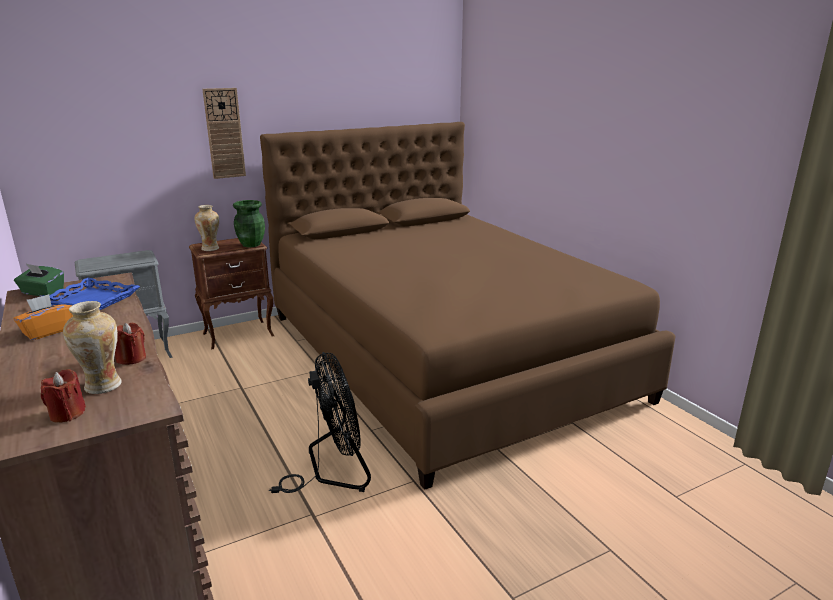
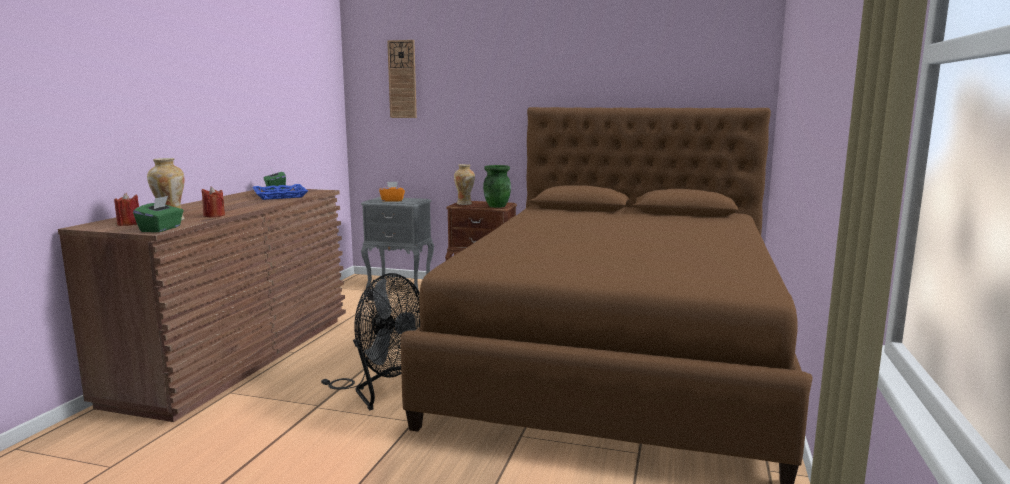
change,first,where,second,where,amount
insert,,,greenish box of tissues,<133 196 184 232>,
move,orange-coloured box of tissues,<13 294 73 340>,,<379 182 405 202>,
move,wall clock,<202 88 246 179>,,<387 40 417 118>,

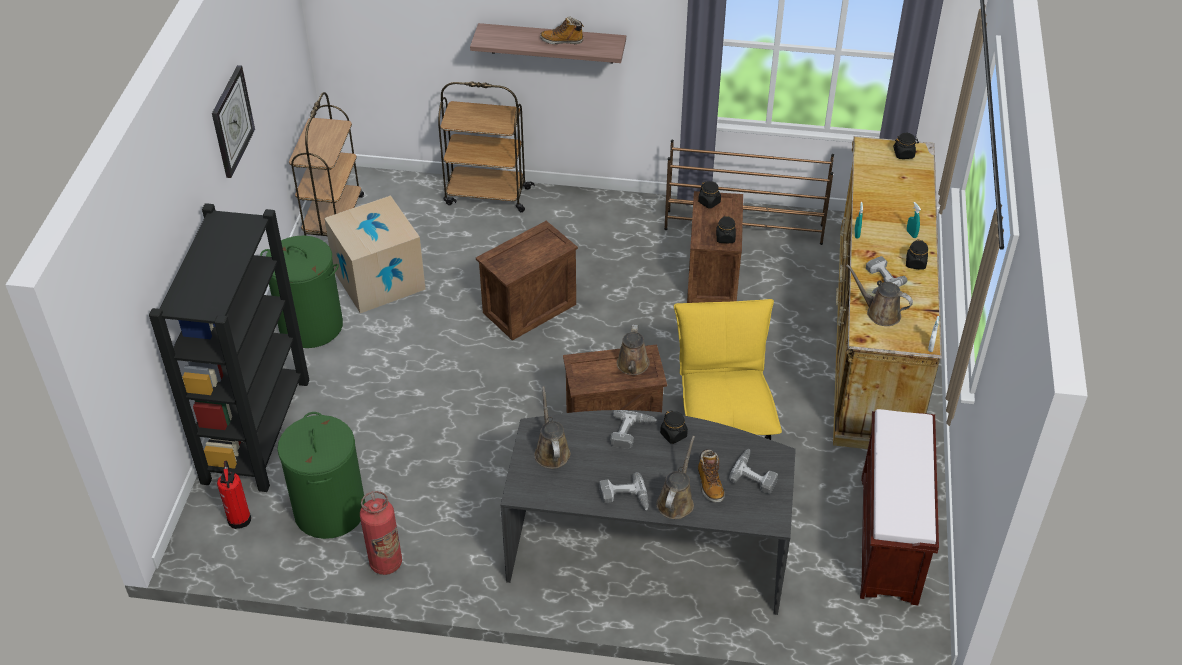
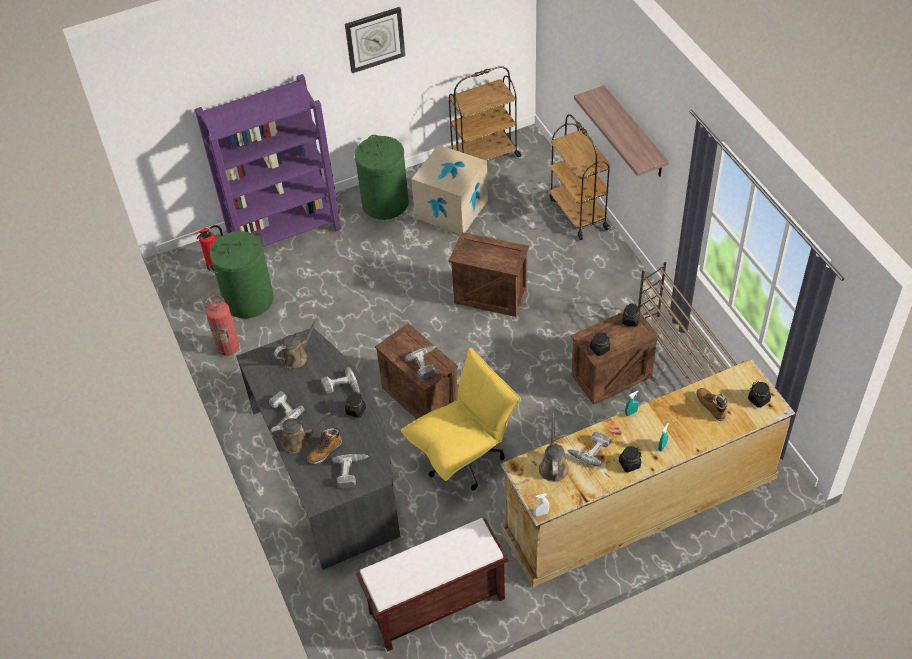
change,first,where,second,where,amount
recolor,black bookshelf,<149 203 309 492>,purplish bookshelf,<195 74 341 247>,
replace,brownish watering can,<617 325 650 375>,power drill,<406 346 436 379>,
move,boot,<540 17 584 44>,,<696 388 727 421>,

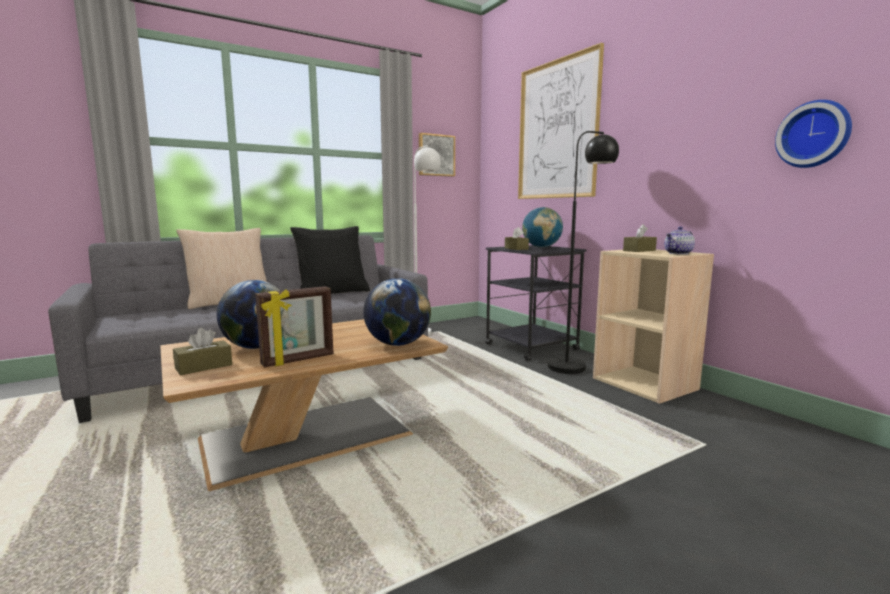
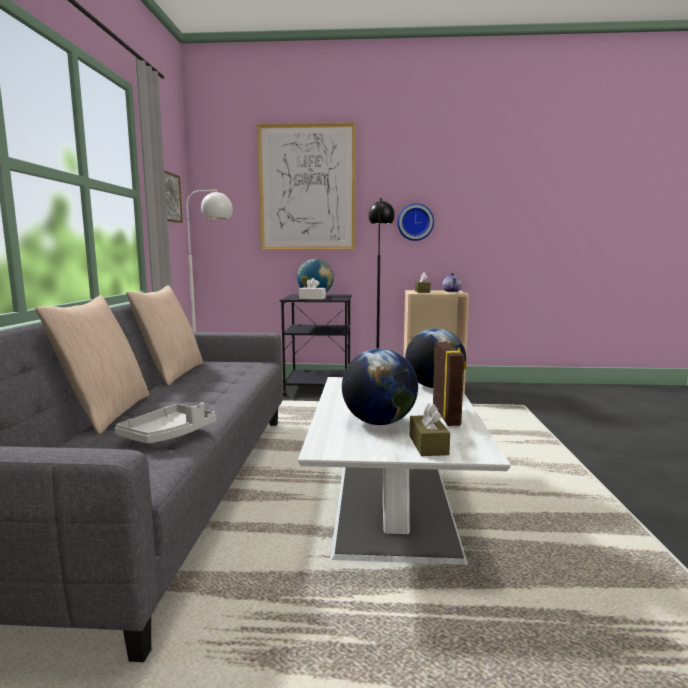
change,first,where,second,where,amount
insert,,,gray serving tray,<115 402 216 444>,
recolor,black cushion,<290 226 370 294>,sand-coloured cushion,<126 285 203 386>,
recolor,brownish lounge table,<160 319 448 491>,whitish lounge table,<298 377 511 565>,
recolor,brownish box of tissues,<505 227 529 250>,whitish box of tissues,<299 278 326 299>,
move,wall clock,<775 100 852 168>,,<397 203 434 241>,

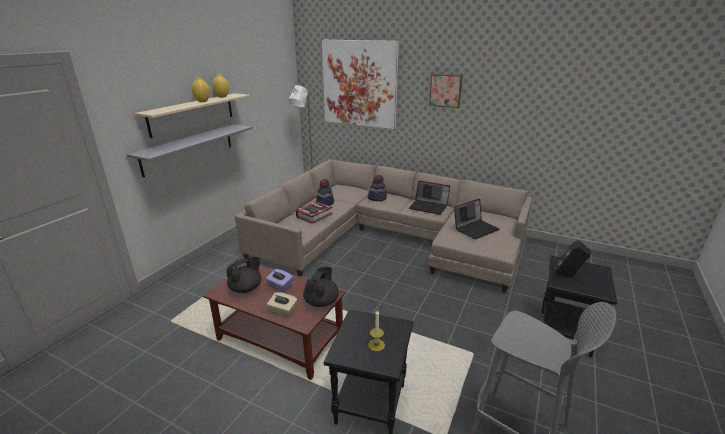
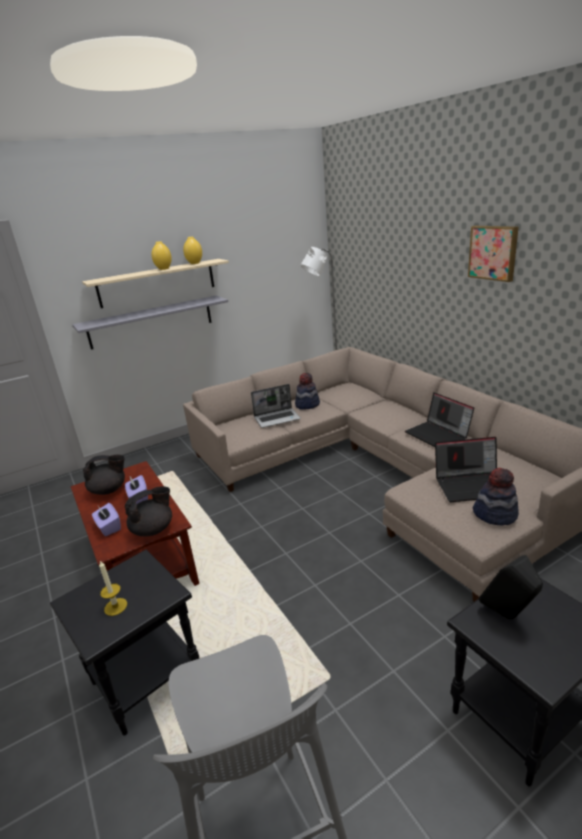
change,first,where,second,where,amount
recolor,sand-coloured box of tissues,<267 292 298 317>,purplish box of tissues,<92 503 121 536>,
replace,volume,<296 201 333 224>,laptop,<251 384 301 428>,
move,clothing hat,<368 175 387 201>,,<473 468 519 525>,
delete,wall art,<322 40 399 129>,,,

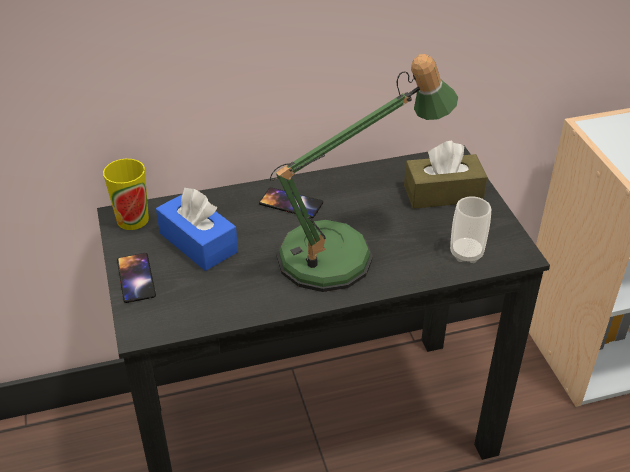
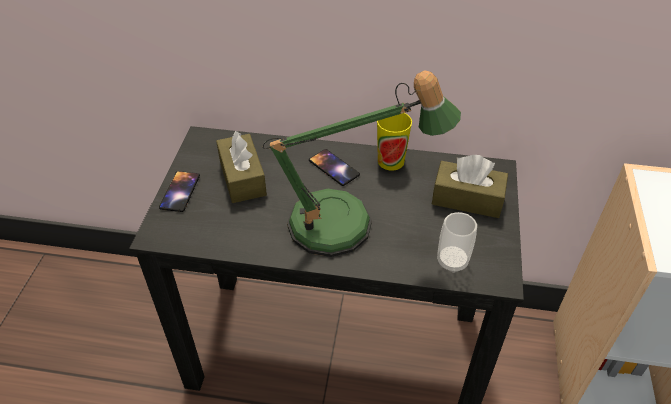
change,first,where,second,where,amount
recolor,bluish box of tissues,<156 188 238 271>,brownish box of tissues,<216 131 267 203>,
move,drinking cup,<103 159 149 230>,,<377 113 412 171>,

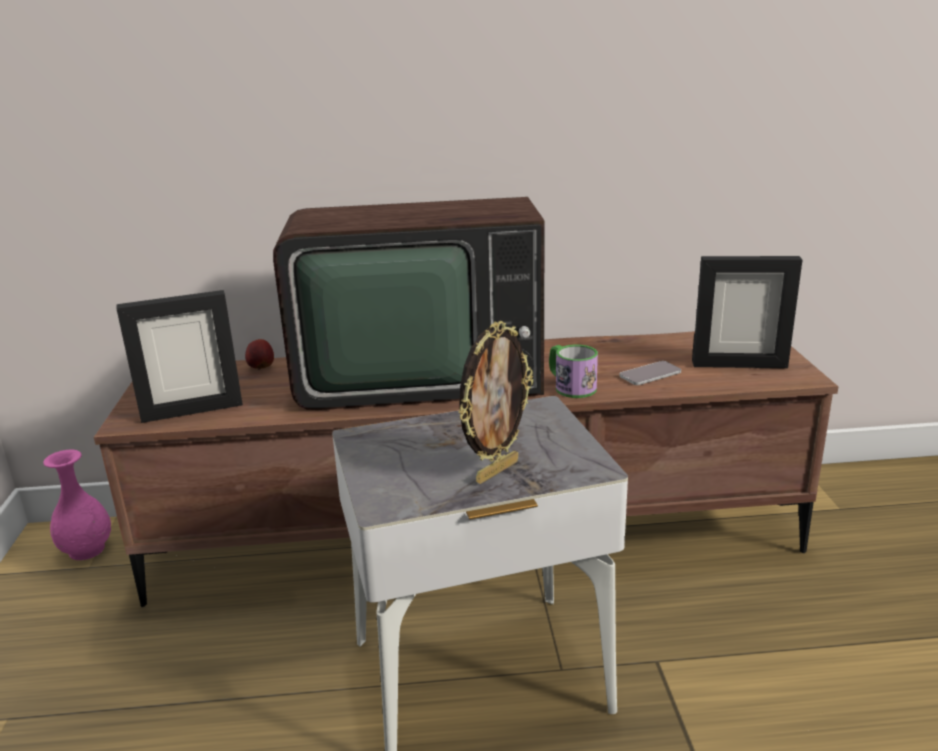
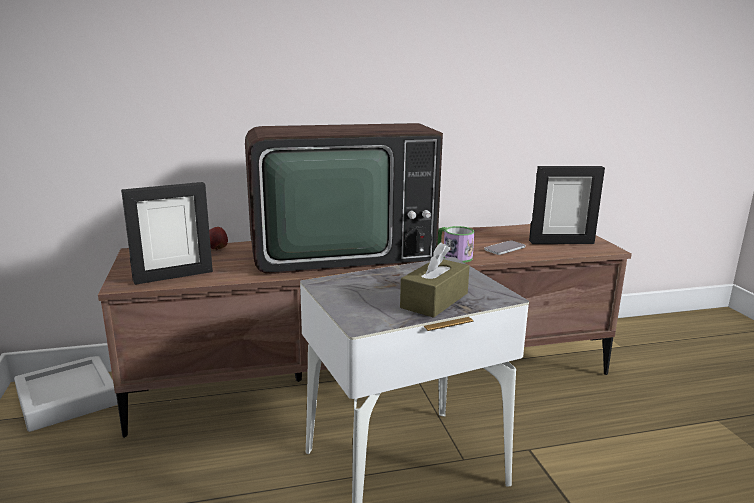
change,first,where,second,where,amount
replace,pinkish vase,<43 450 111 560>,gray serving tray,<14 356 118 432>,
replace,photo frame,<458 321 533 484>,brownish box of tissues,<400 242 470 318>,

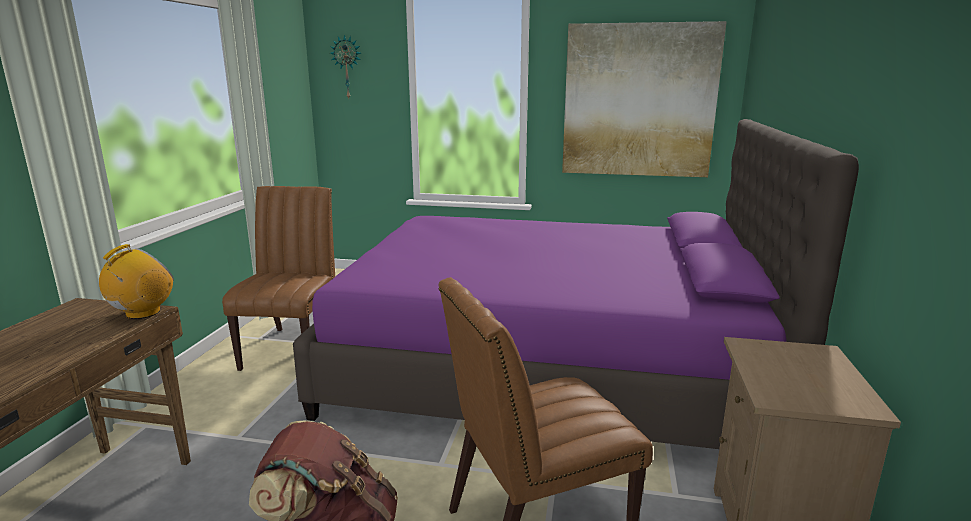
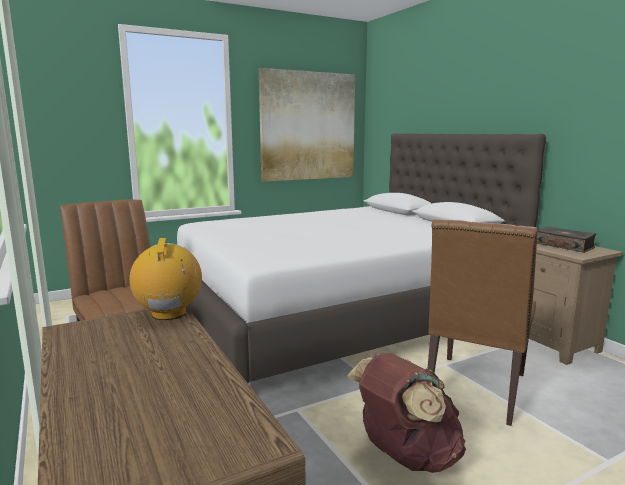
change,first,where,second,where,amount
recolor,purplish sleeping bed,<293 119 859 449>,whitish sleeping bed,<177 133 546 383>,
insert,,,volume,<537 227 596 253>,
delete,wall clock,<330 35 361 99>,,,

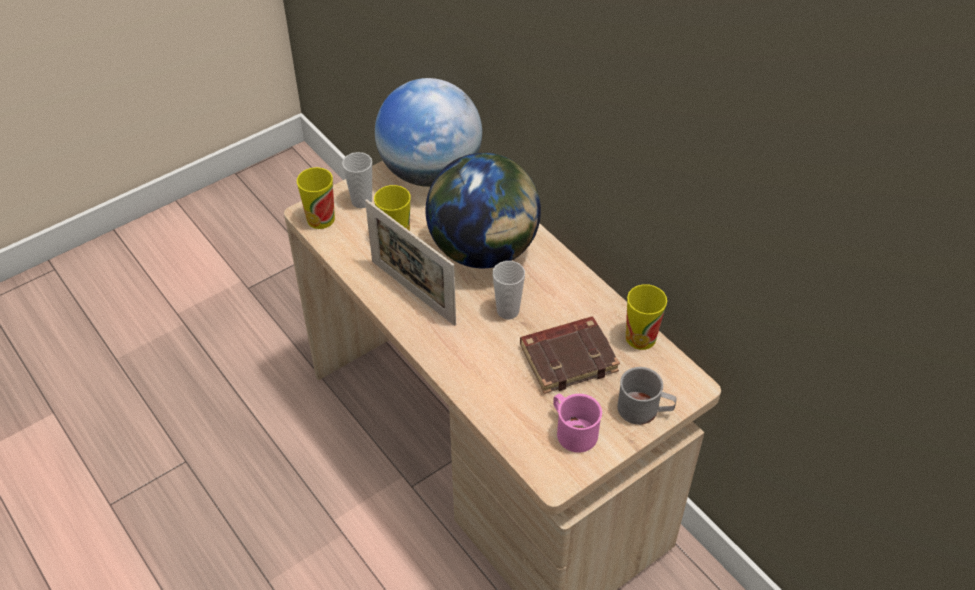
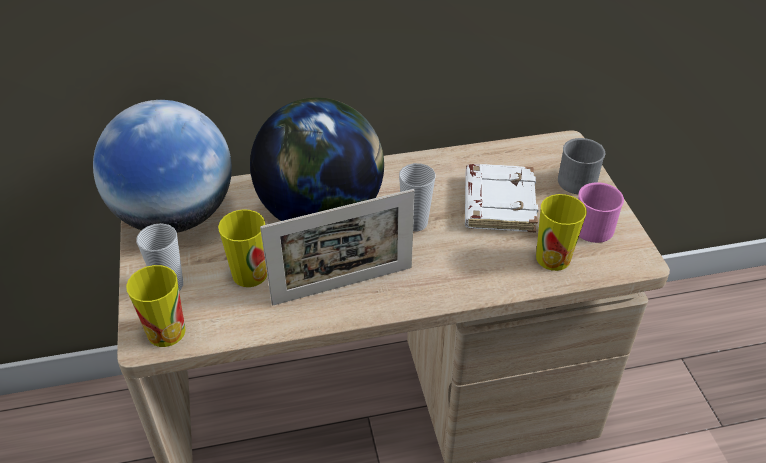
change,first,where,second,where,amount
recolor,brownish volume,<520 316 620 394>,whitish volume,<465 164 539 232>,
move,drinking cup,<626 284 667 350>,,<536 194 587 271>,

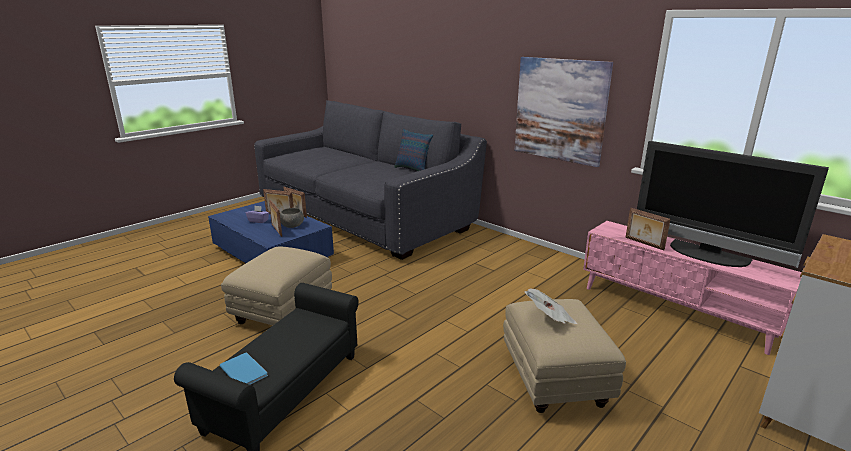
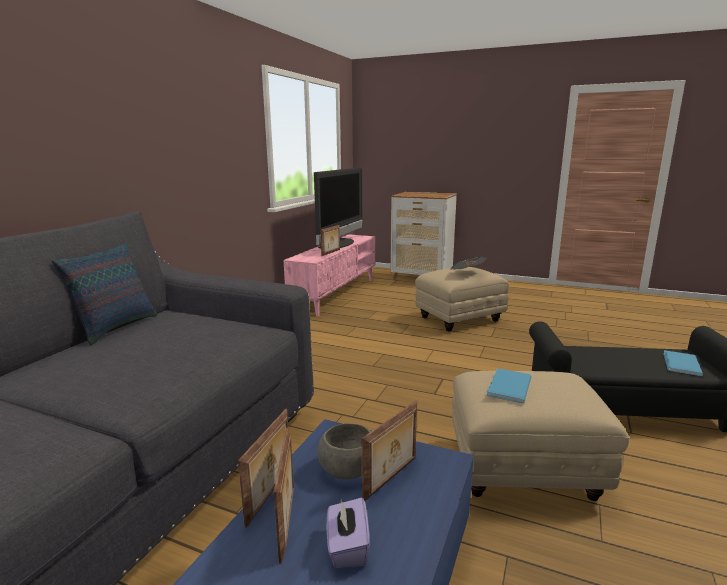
change,first,where,second,where,amount
insert,,,bluish volume,<487 368 532 403>,
delete,wall art,<514 57 613 167>,,,

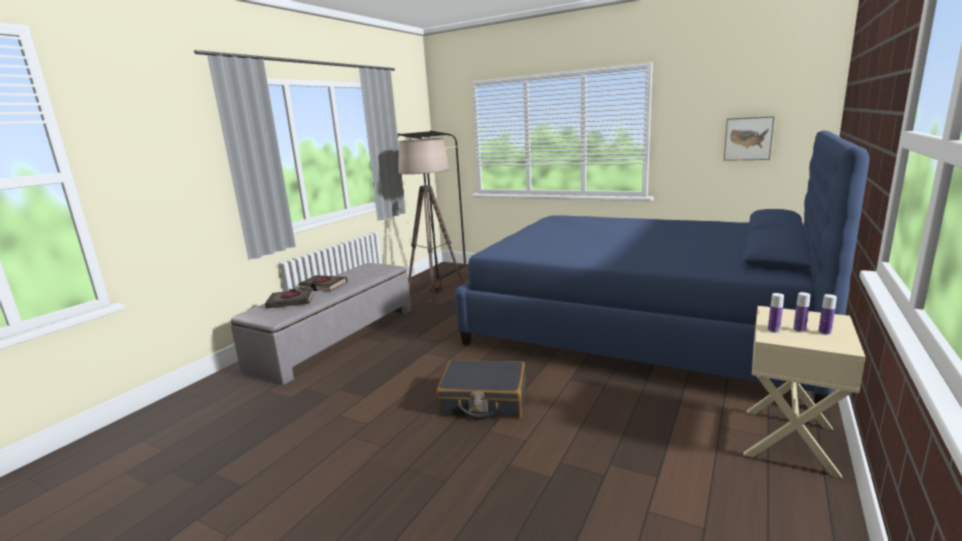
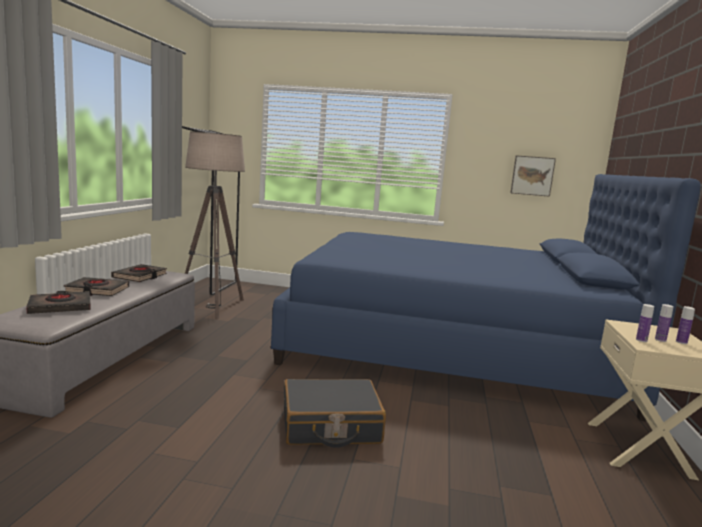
change,first,where,second,where,amount
insert,,,black volume,<111 264 167 282>,

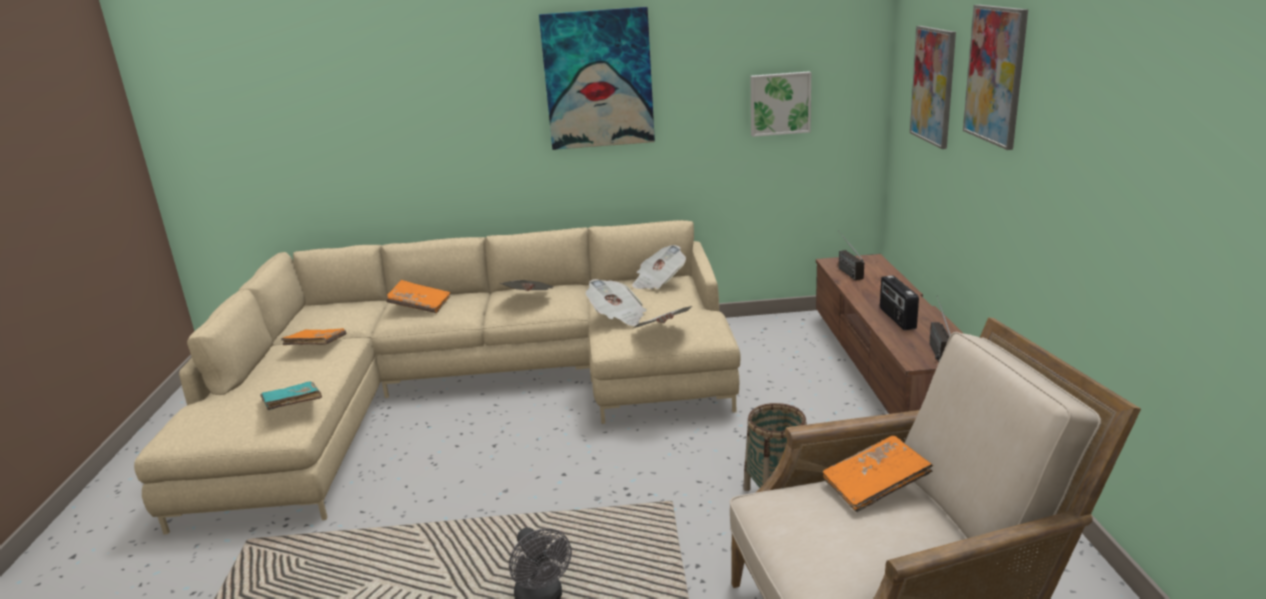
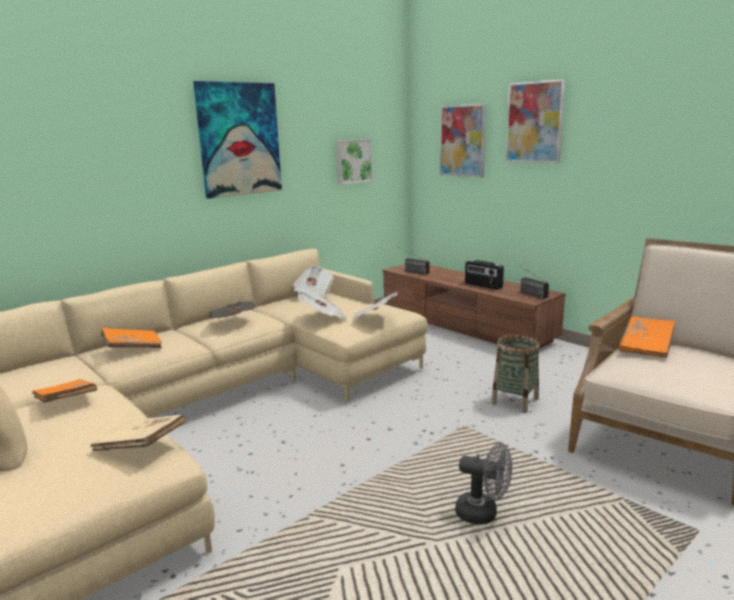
change,first,where,second,where,amount
recolor,turquoise-coloured volume,<260 381 322 410>,sand-coloured volume,<90 415 186 451>,

